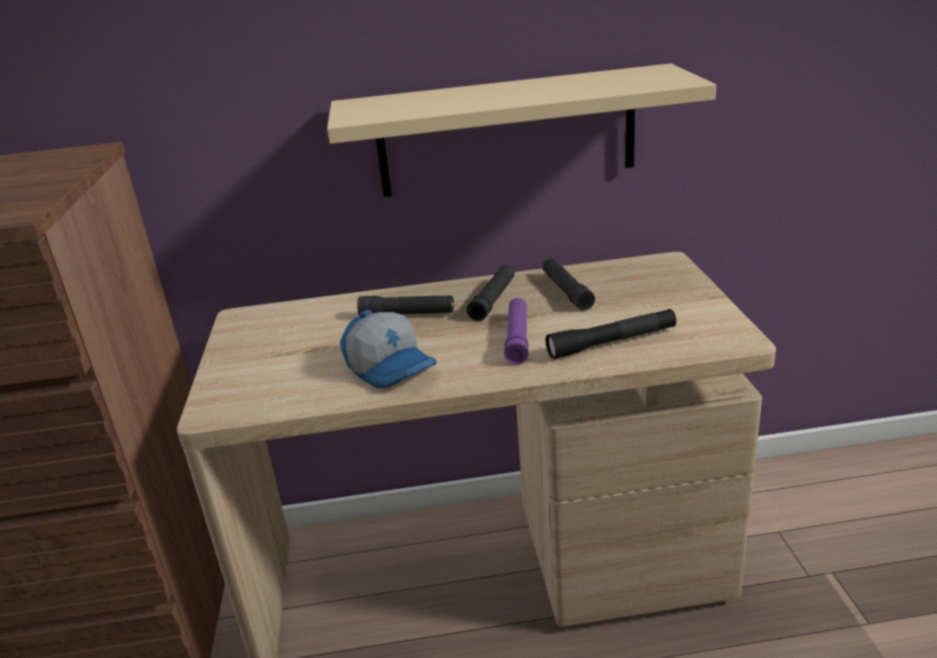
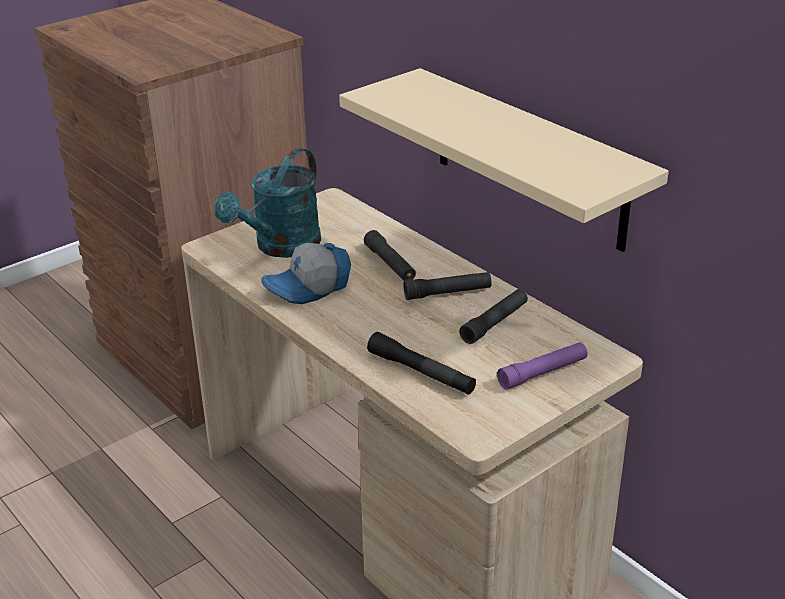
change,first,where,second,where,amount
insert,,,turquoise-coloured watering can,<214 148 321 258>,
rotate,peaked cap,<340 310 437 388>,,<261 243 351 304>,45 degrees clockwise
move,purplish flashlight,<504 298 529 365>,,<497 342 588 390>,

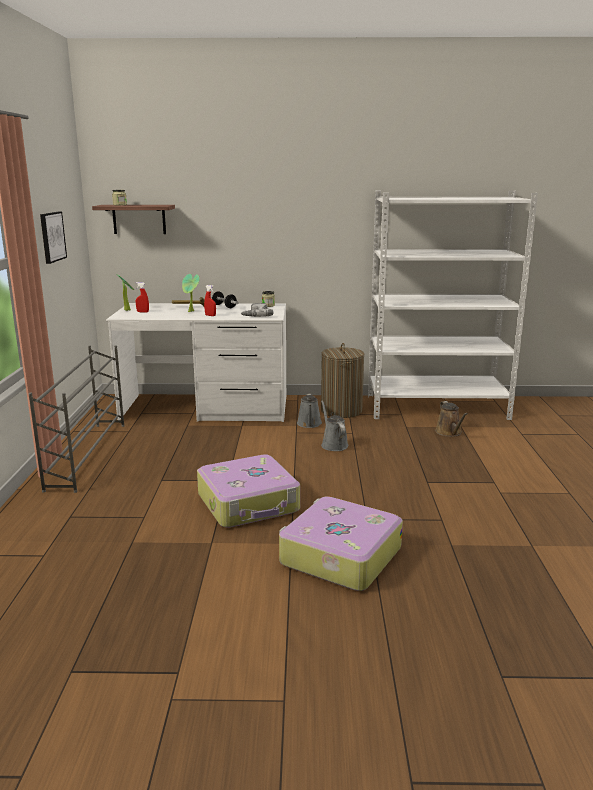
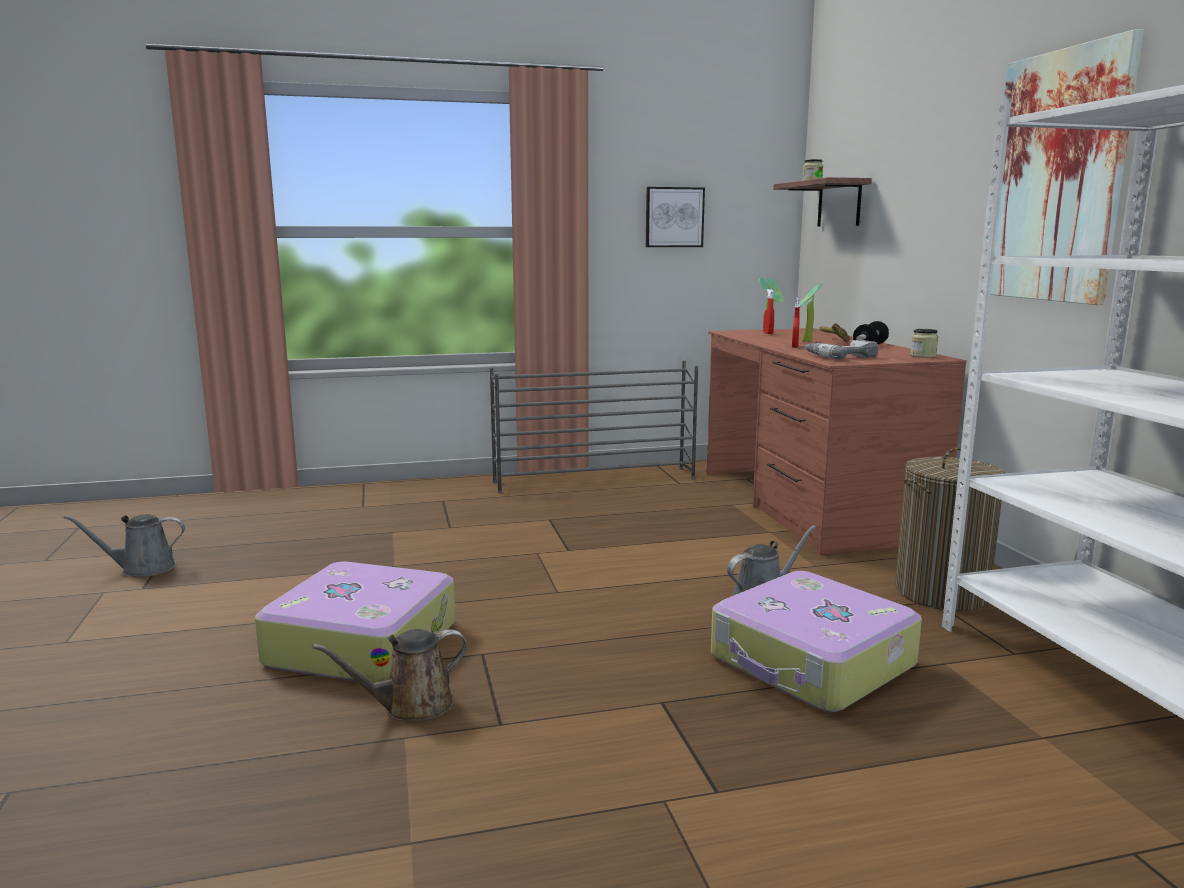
change,first,where,second,where,amount
move,gray watering can,<297 394 322 428>,,<63 514 185 577>,
move,brownish watering can,<435 401 468 437>,,<312 629 467 721>,
recolor,whitish desk unit,<106 303 286 422>,brownish desk unit,<707 328 967 555>,
move,suitcase,<197 454 300 528>,,<711 571 922 712>,
insert,,,wall art,<983 29 1144 305>,

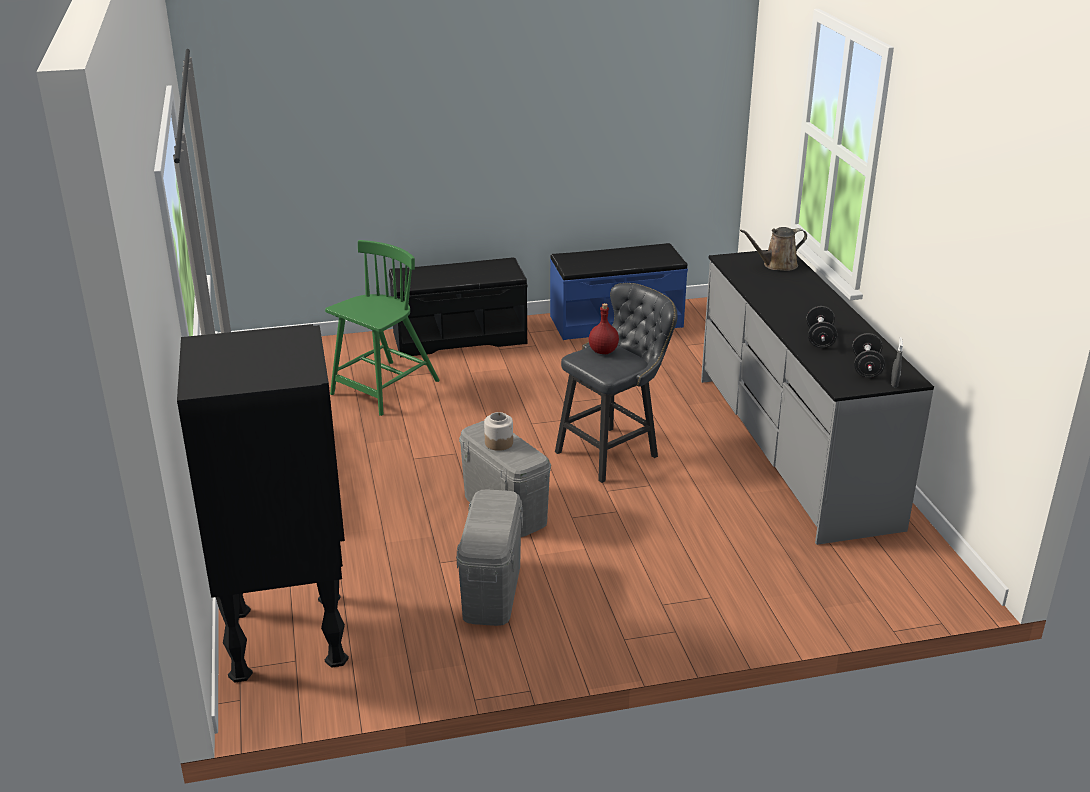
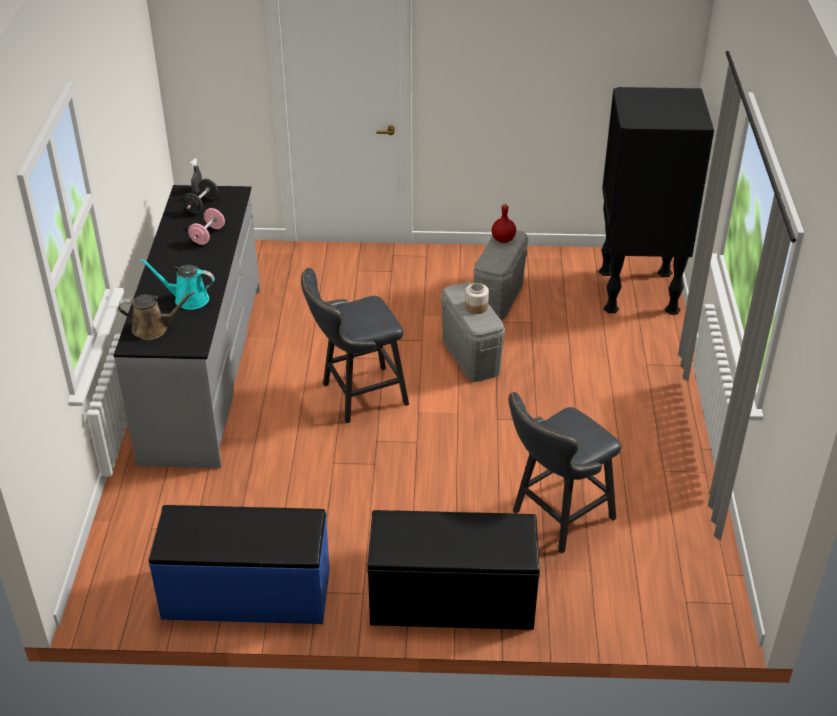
change,first,where,second,where,amount
insert,,,turquoise-coloured watering can,<140 259 215 310>,
recolor,black hand weight,<807 306 837 348>,pinkish hand weight,<188 208 225 245>,
move,red-coloured drink bottle,<589 303 619 354>,,<492 203 516 243>,
replace,greenish upright chair,<325 240 440 416>,gray stool seat,<509 392 621 554>,

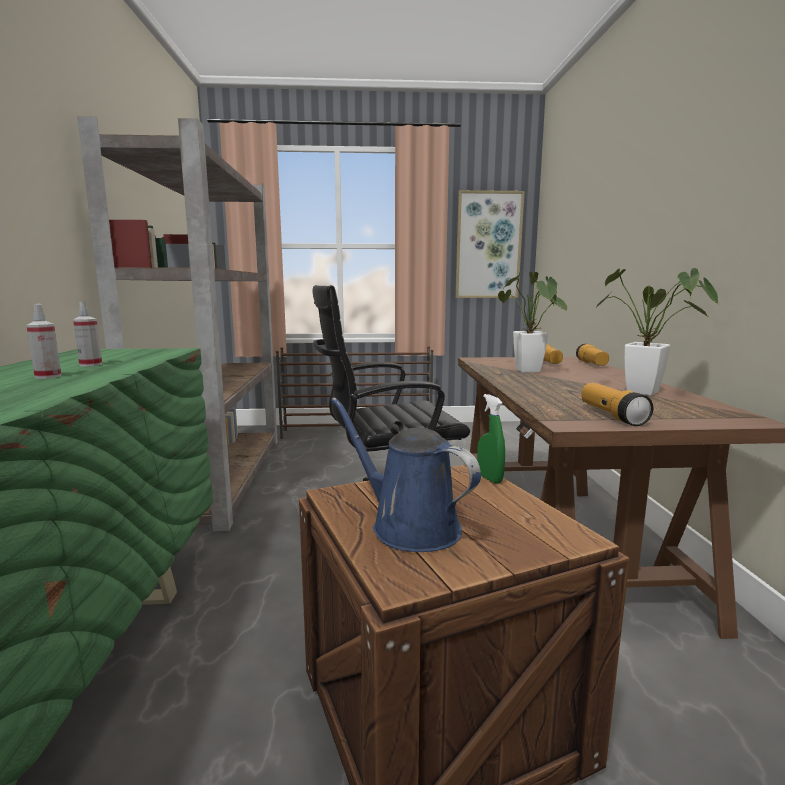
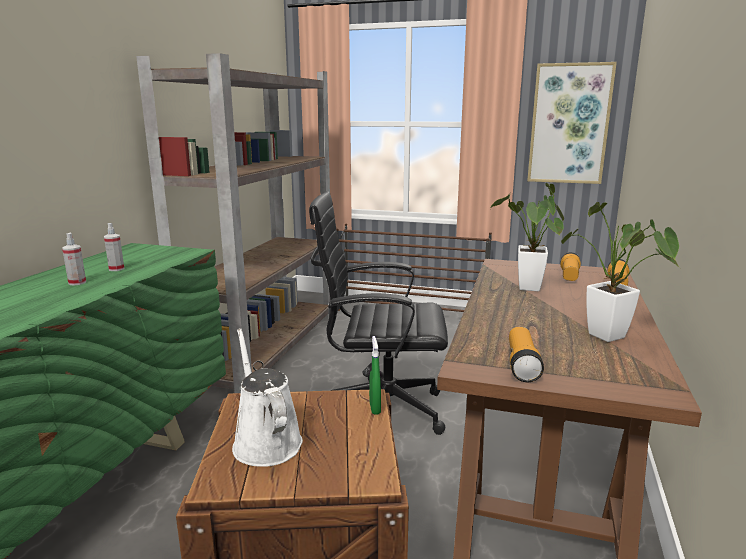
change,first,where,second,where,amount
recolor,bluish watering can,<331 397 481 552>,whitish watering can,<232 328 303 467>,

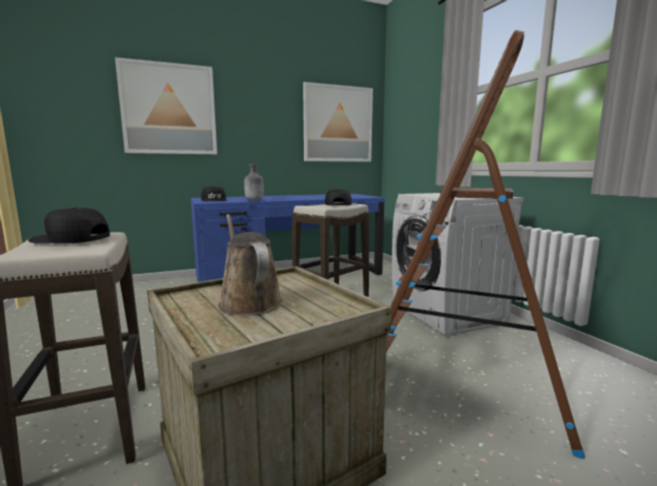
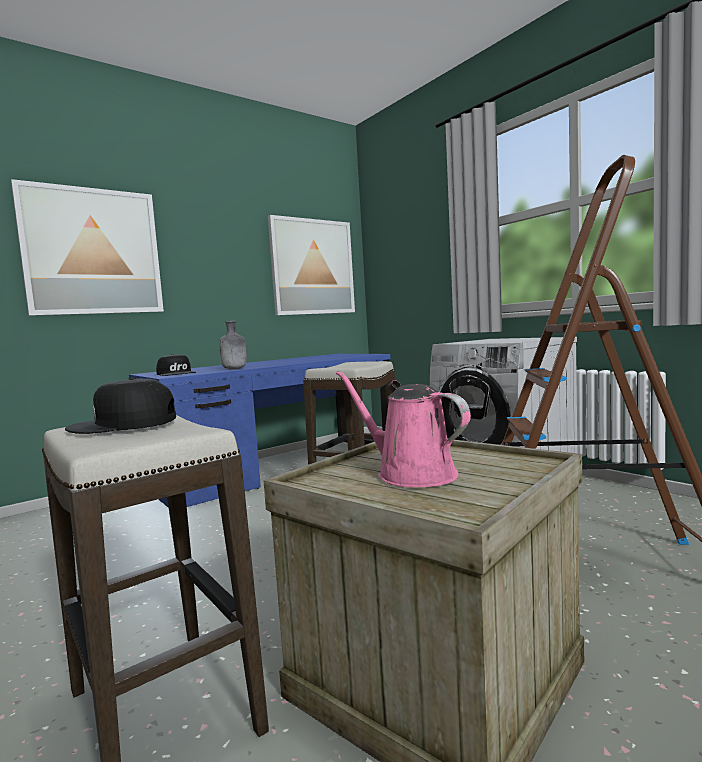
change,first,where,second,where,amount
recolor,brownish watering can,<218 214 282 316>,pinkish watering can,<336 371 471 487>,
delete,black peaked cap,<325 188 352 206>,,,

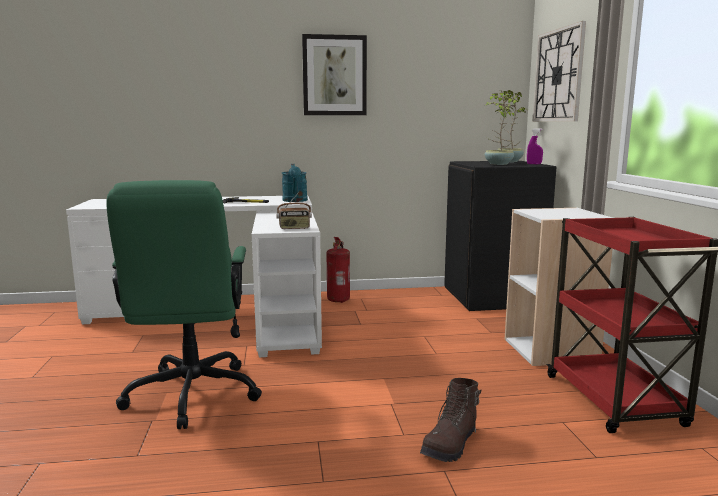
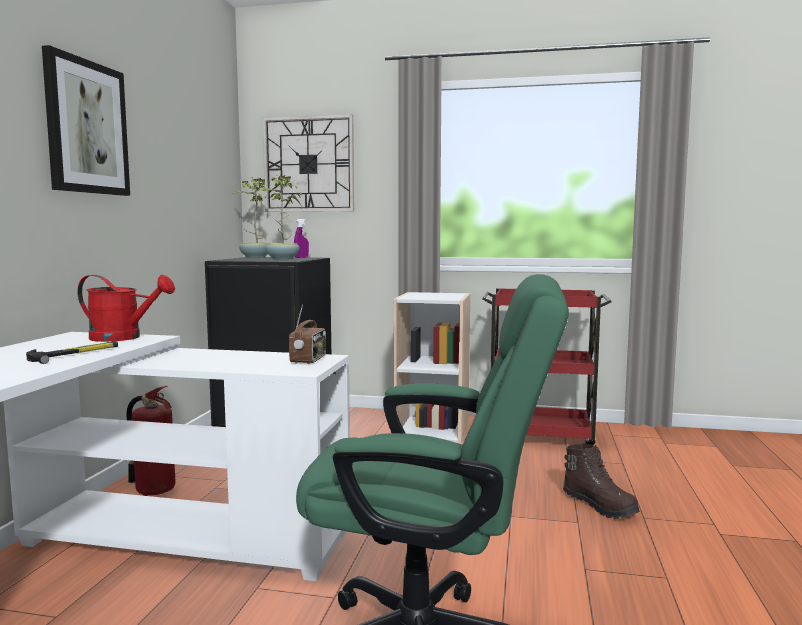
change,first,where,second,where,amount
recolor,turquoise-coloured watering can,<282 164 308 202>,red-coloured watering can,<77 275 175 342>,

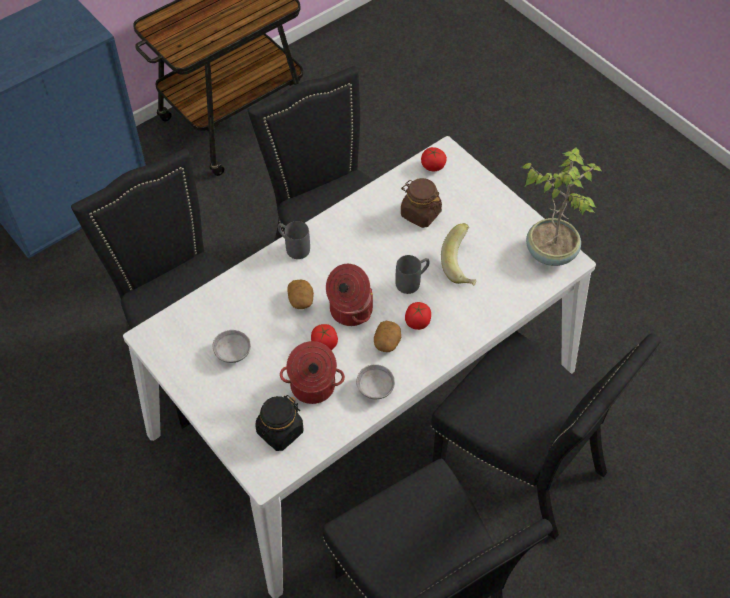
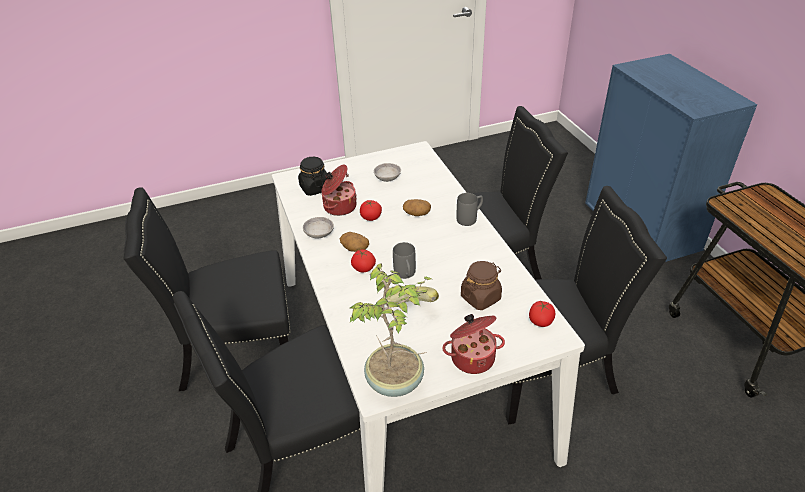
change,first,where,second,where,amount
move,stockpot,<326 264 373 326>,,<442 314 505 374>,

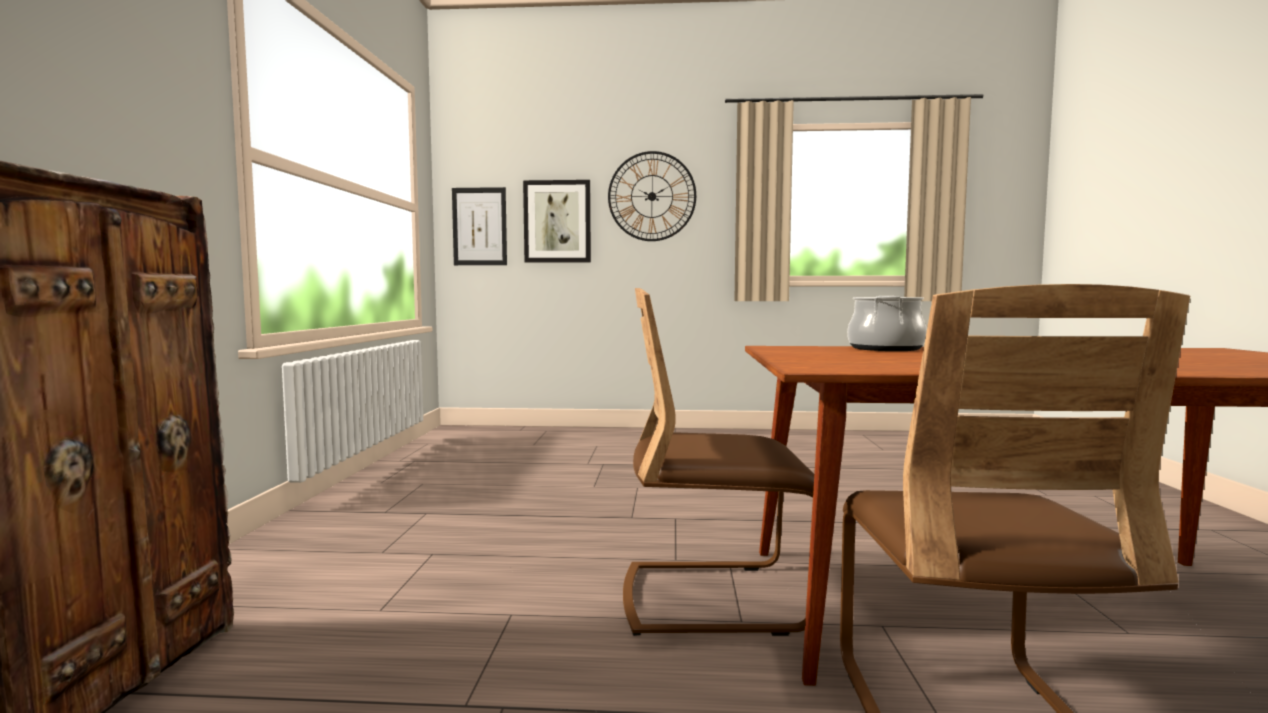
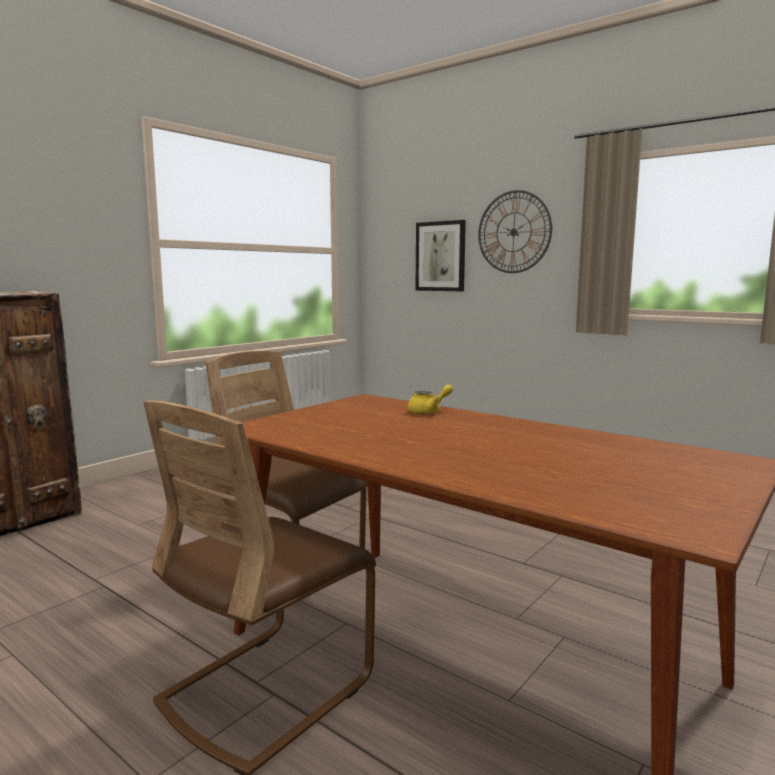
change,first,where,second,where,amount
replace,stockpot,<847 296 927 351>,yellow-coloured pot for tea,<407 385 453 414>,
delete,wall art,<452 187 507 265>,,,

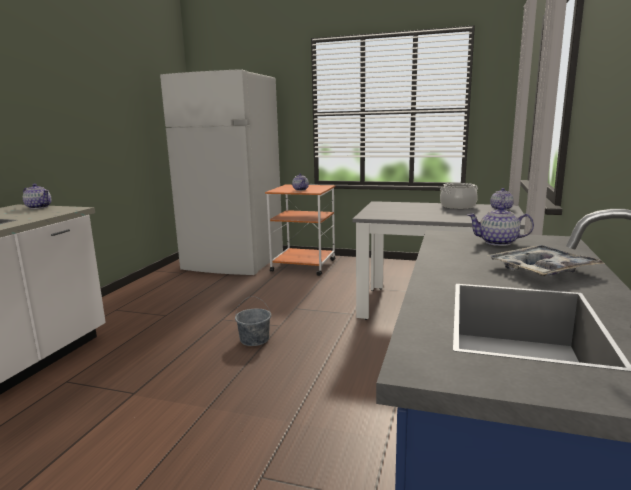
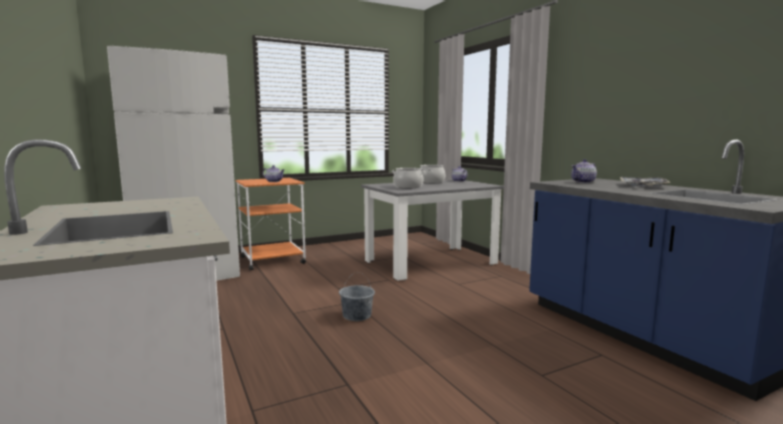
change,first,where,second,where,amount
insert,,,stockpot,<392 168 425 188>,
delete,pot for tea,<23 183 51 209>,,,

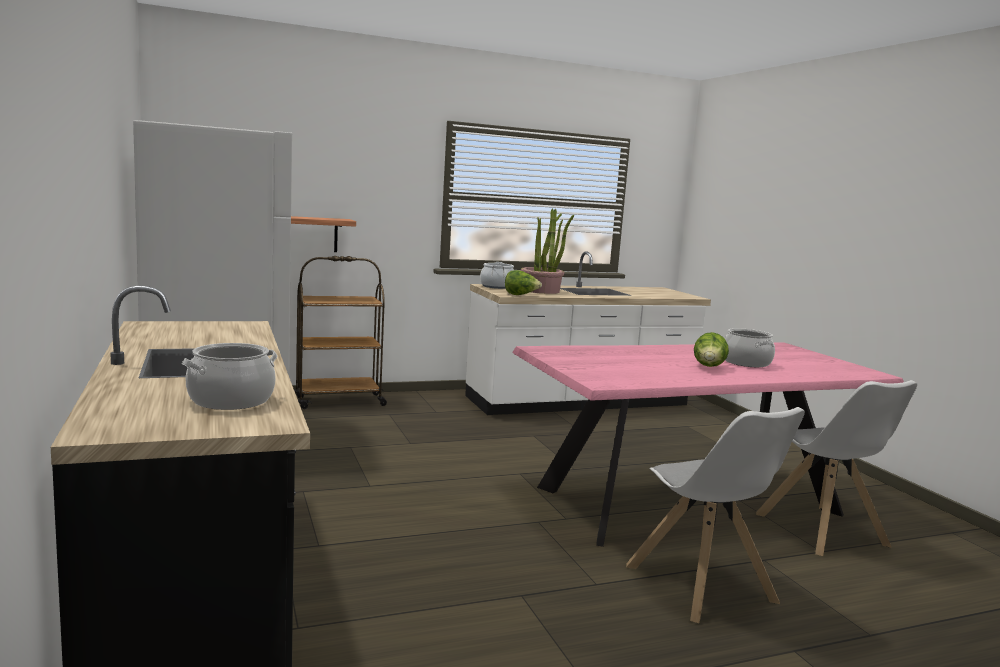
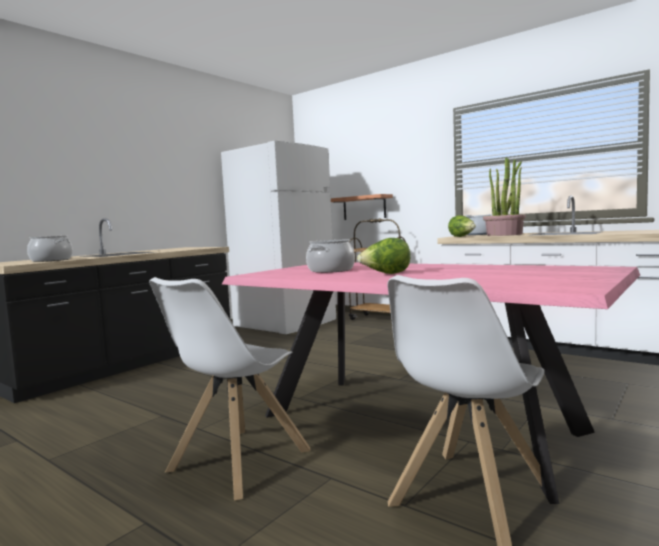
change,first,where,second,where,amount
move,stockpot,<724 328 775 367>,,<306 240 355 273>,

